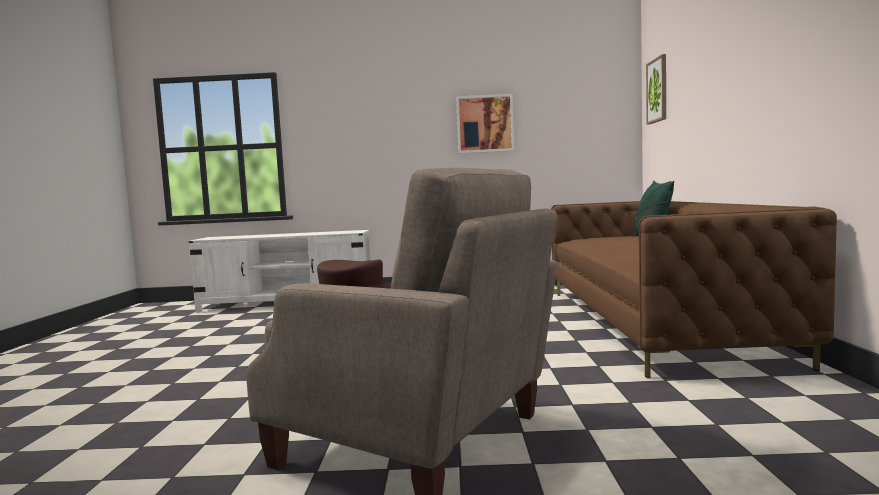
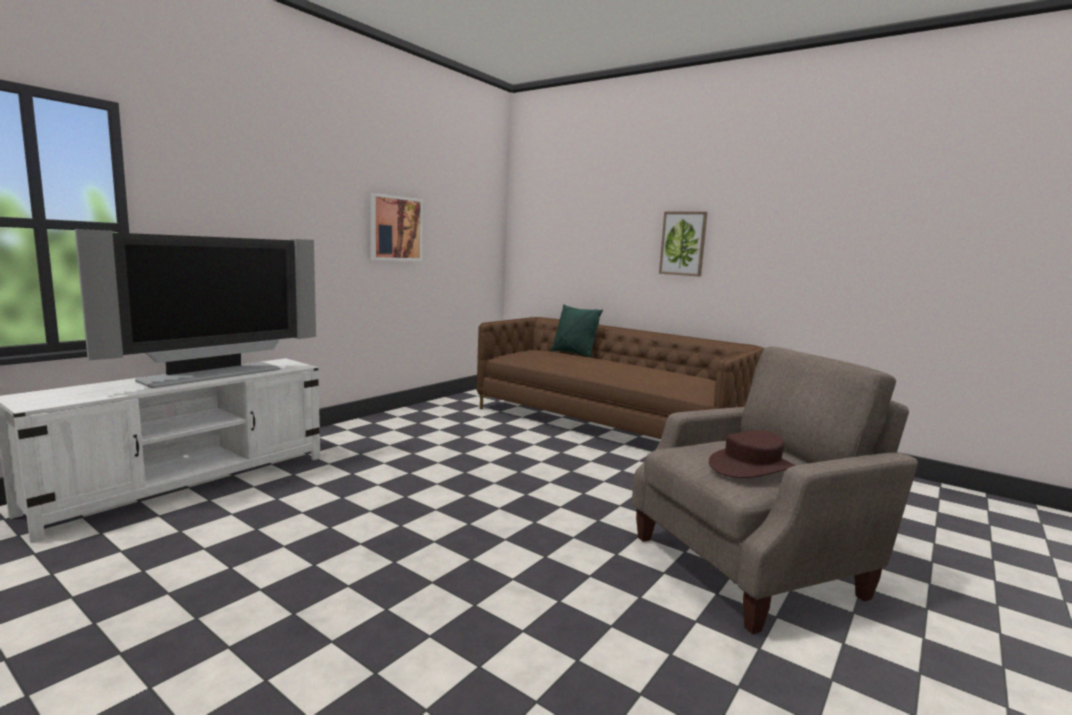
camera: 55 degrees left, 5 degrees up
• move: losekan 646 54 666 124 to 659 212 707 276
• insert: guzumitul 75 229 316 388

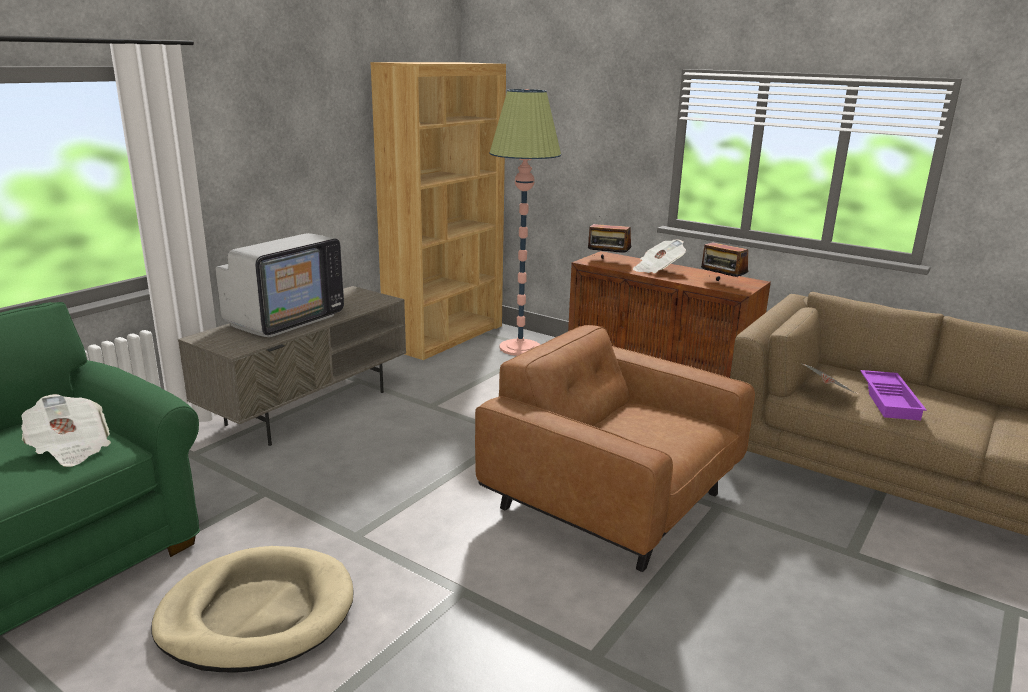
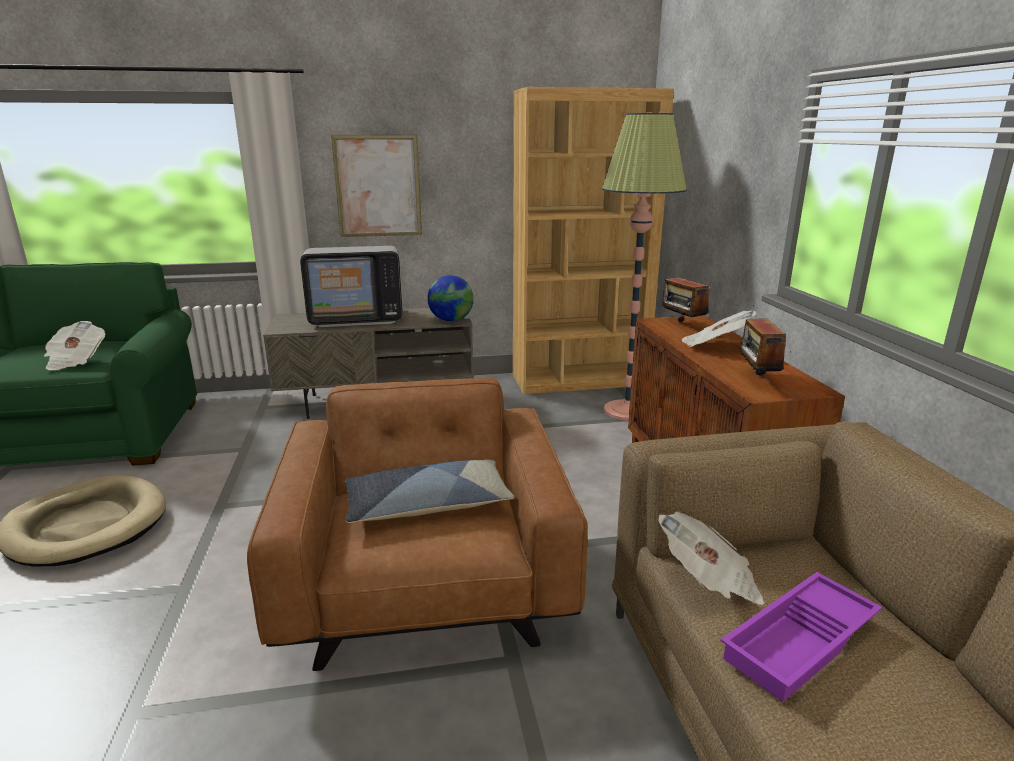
camera: 45 degrees right, 0 degrees up
• insert: losekan 331 135 422 237
• insert: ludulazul 345 459 514 523
• insert: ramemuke 427 275 474 322

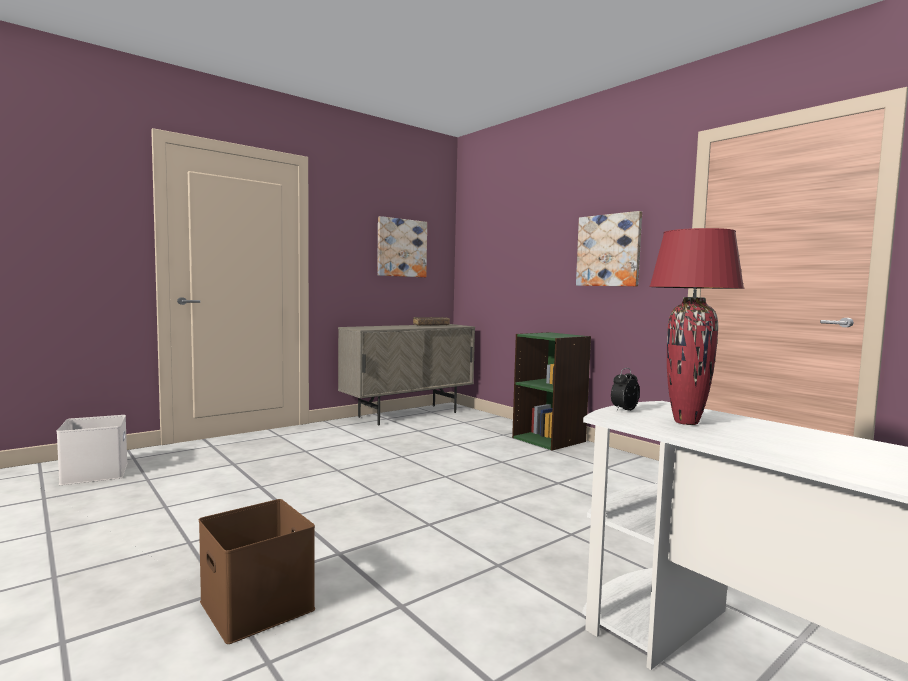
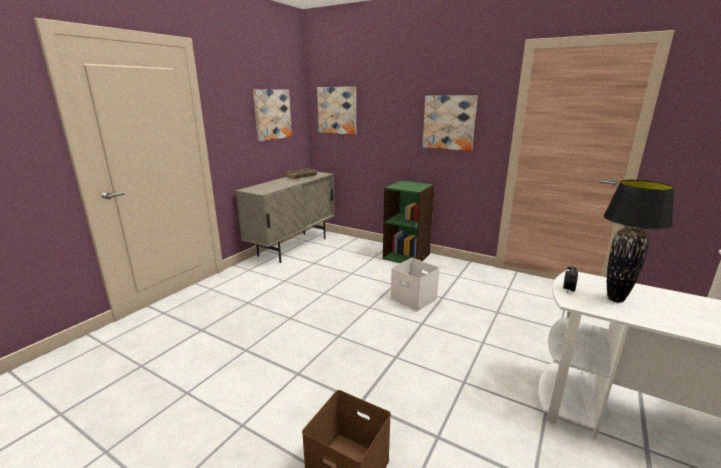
camera: 20 degrees left, 15 degrees up
• move: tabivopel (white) 56 415 128 485 to 390 258 440 312
• recolor: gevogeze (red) 649 228 744 425 to gevogeze (black) 604 180 674 303
• insert: losekan 317 87 356 135

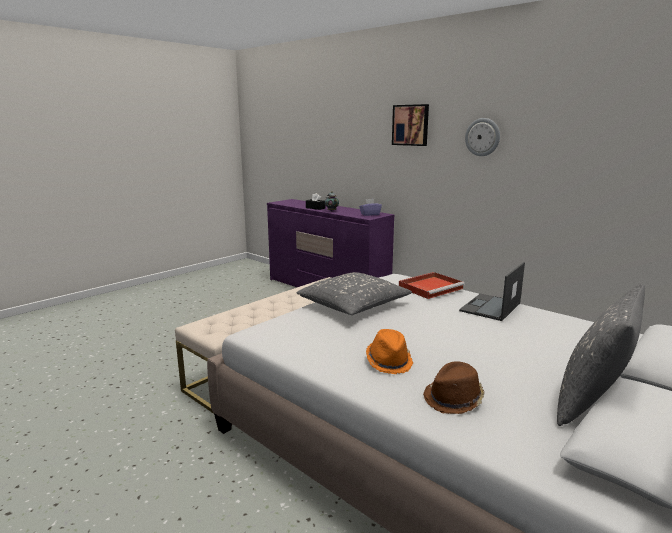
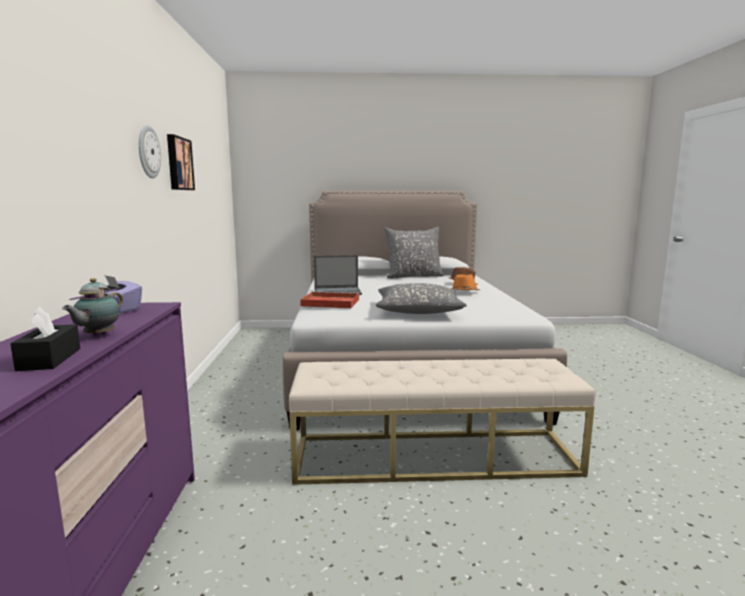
camera: 135 degrees left, 5 degrees down
• move: losekan 392 104 429 146 to 167 134 195 190

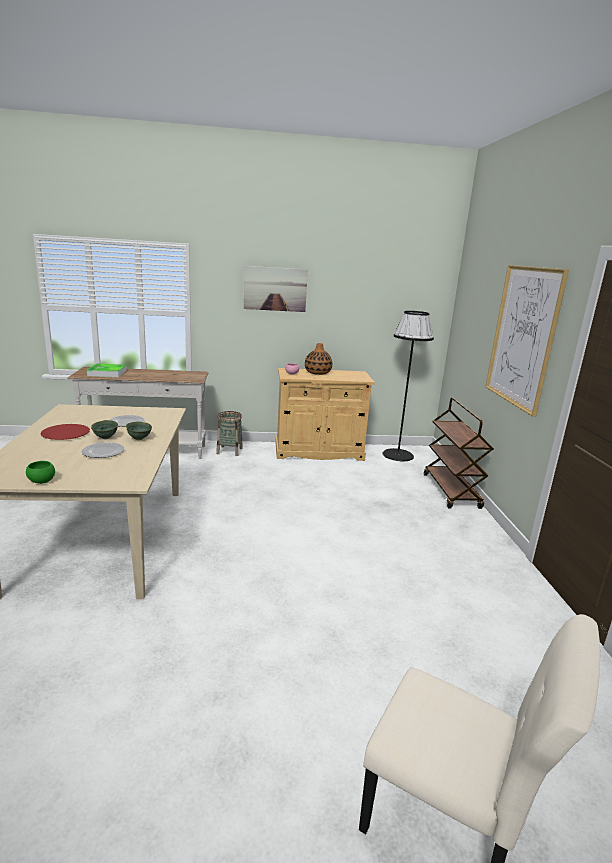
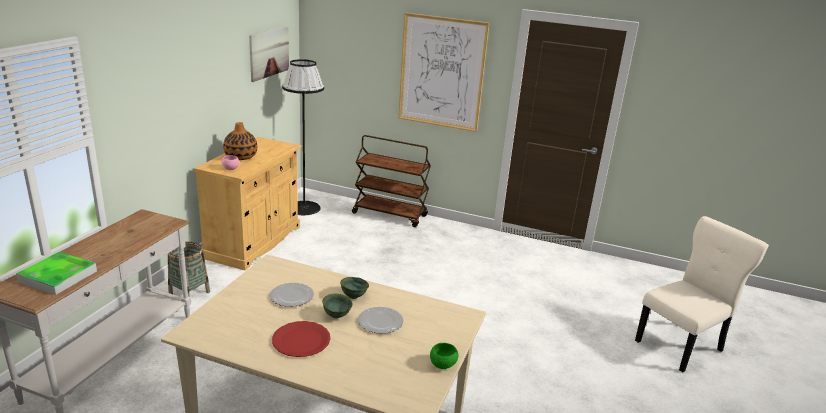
camera: 65 degrees left, 5 degrees up
• move: losekan 244 266 308 312 to 249 27 289 82

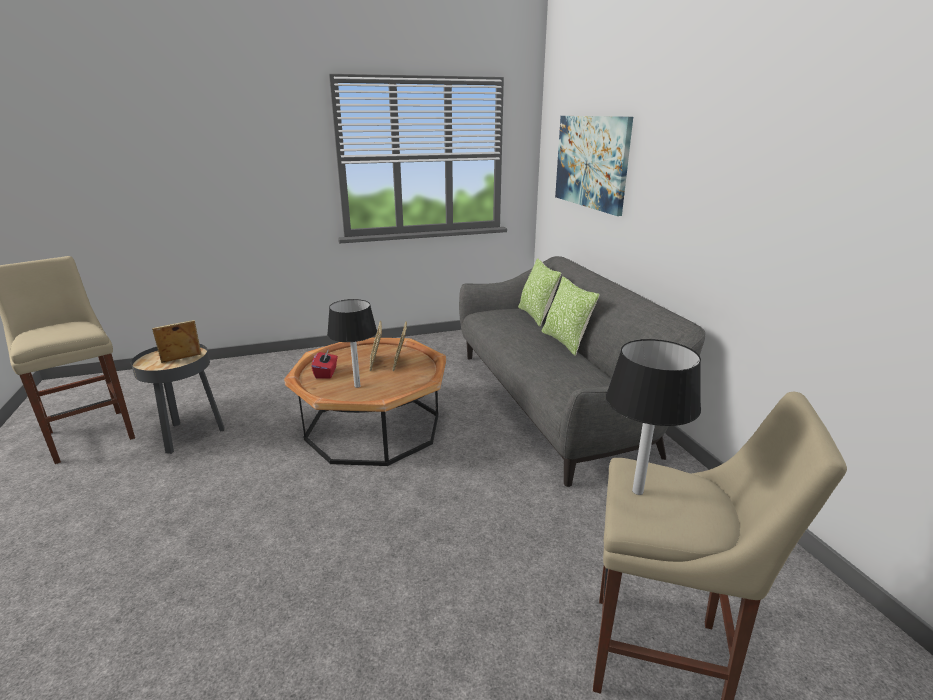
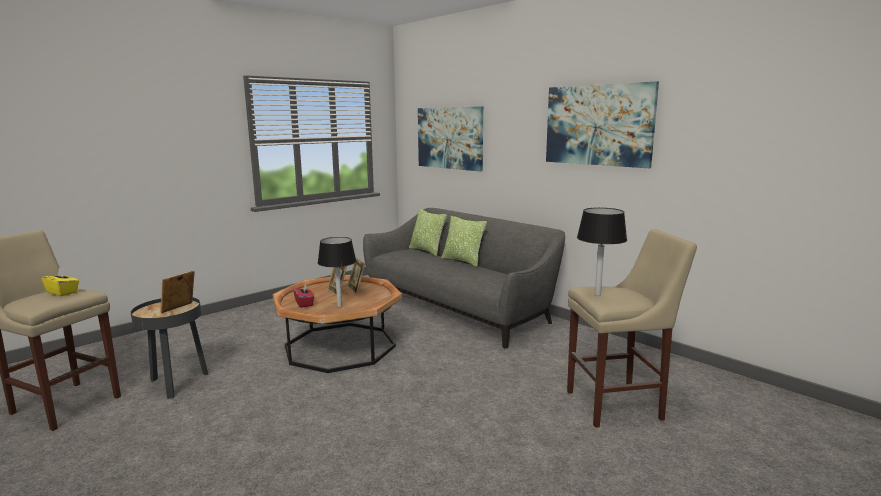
camera: 25 degrees left, 10 degrees down
• insert: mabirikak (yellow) 41 268 79 296
• insert: losekan 546 81 659 168

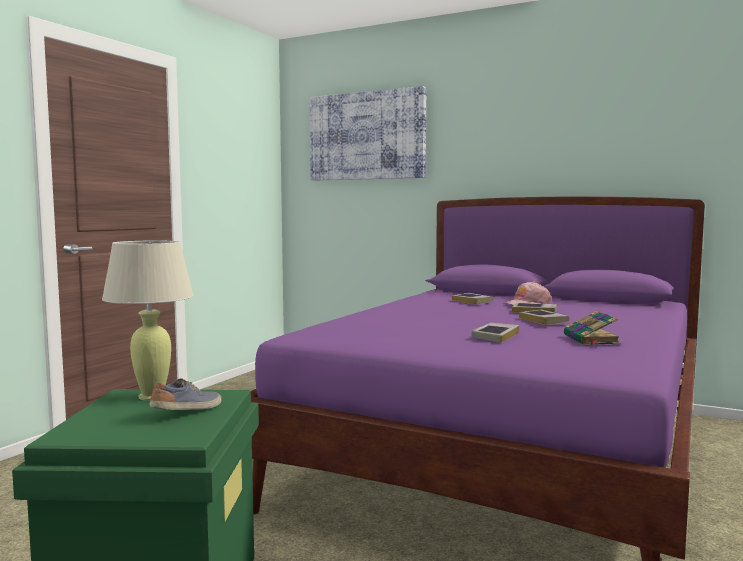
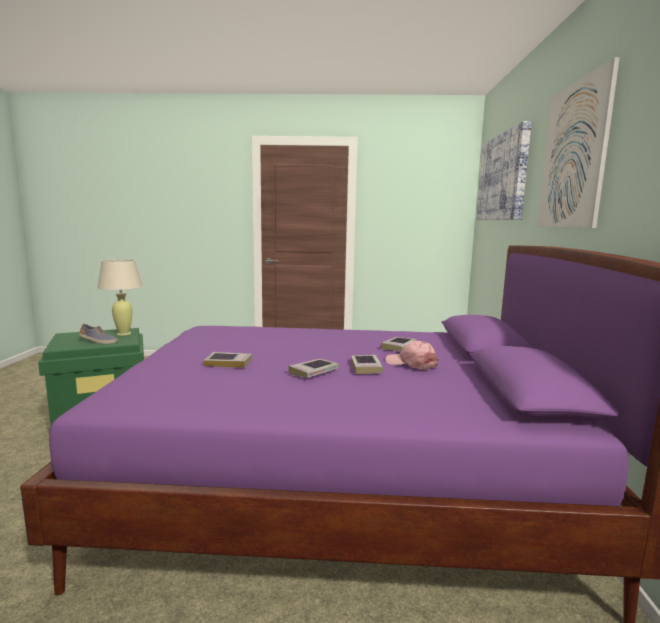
camera: 65 degrees right, 5 degrees up
• delete: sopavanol 564 311 621 345
• insert: losekan 538 57 620 228

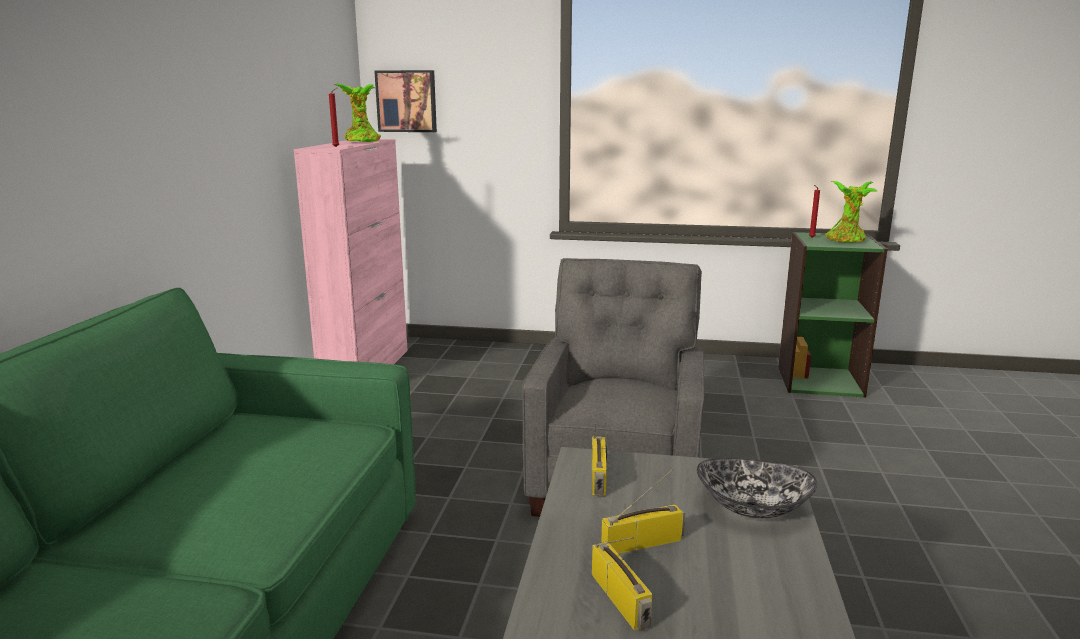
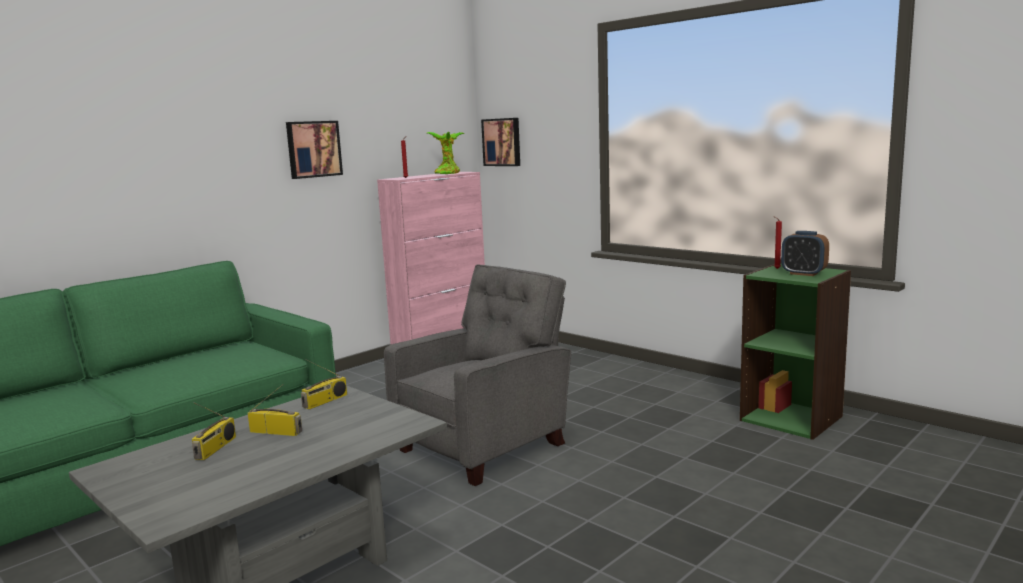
camera: 35 degrees right, 5 degrees down
• delete: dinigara 697 458 817 518
• replace: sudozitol 825 181 877 243 to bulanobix 781 231 829 276
• insert: losekan 286 121 343 179

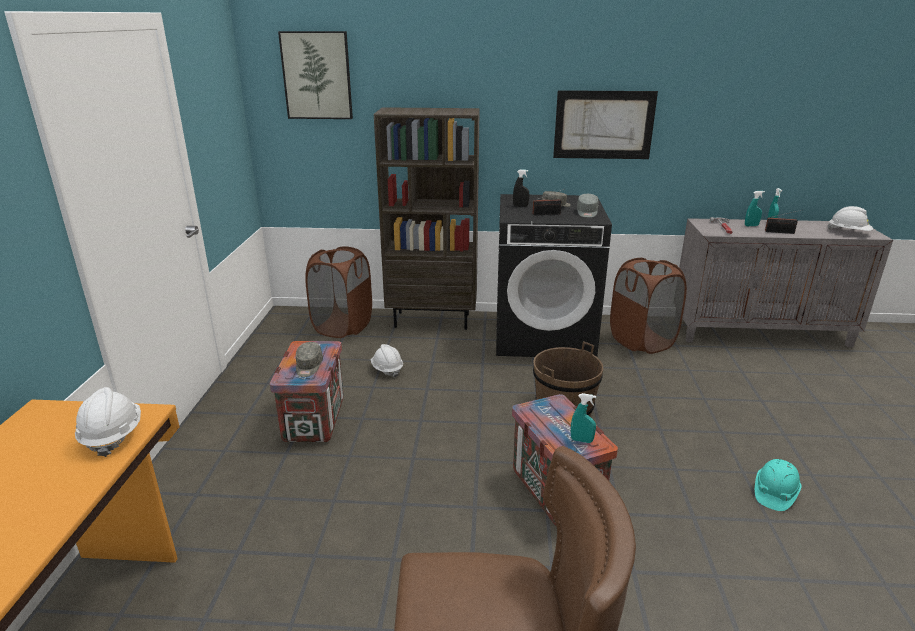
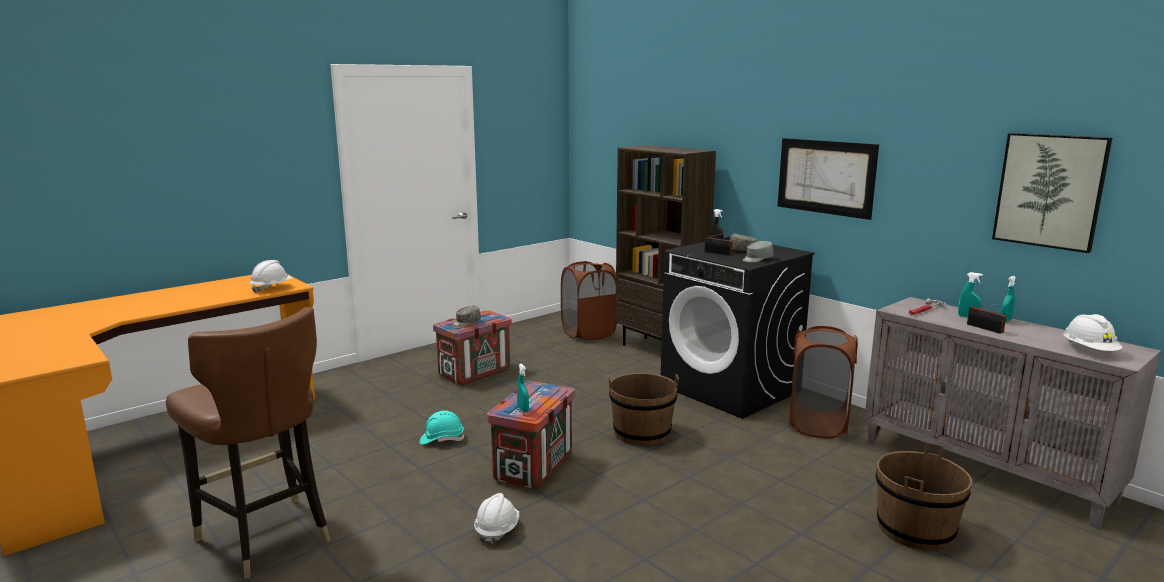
camera: 45 degrees right, 10 degrees down
• move: losekan 278 31 353 119 to 992 133 1112 253
• move: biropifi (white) 371 344 403 378 to 474 493 519 545
• move: biropifi (turquoise) 755 459 802 511 to 420 411 464 445
• insert: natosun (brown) 876 442 972 550

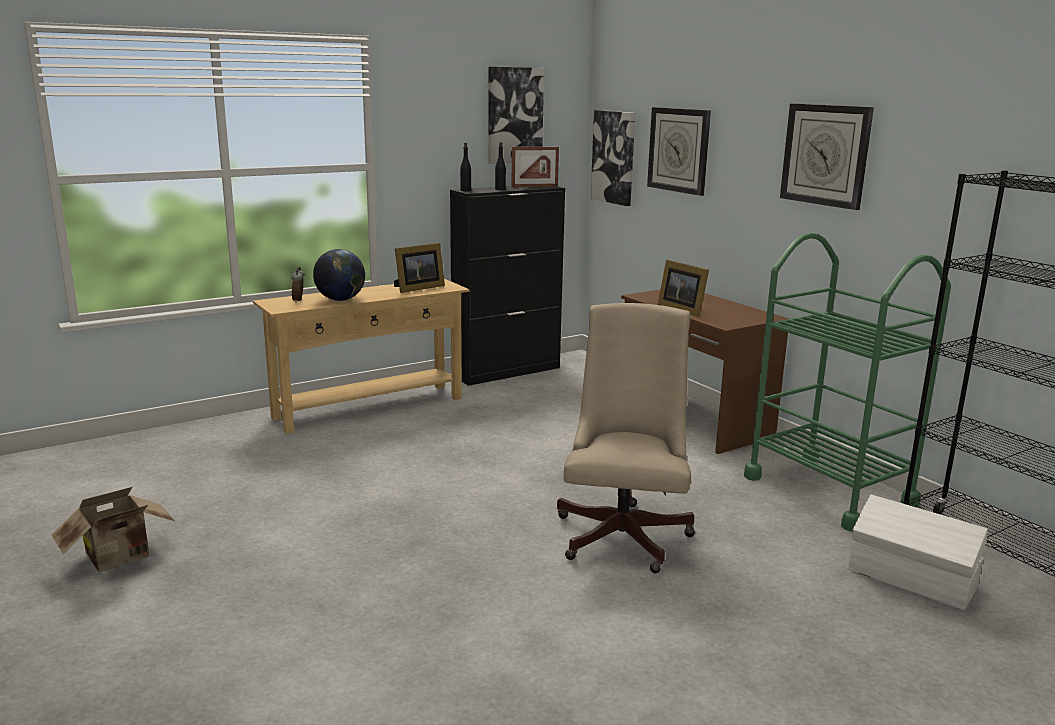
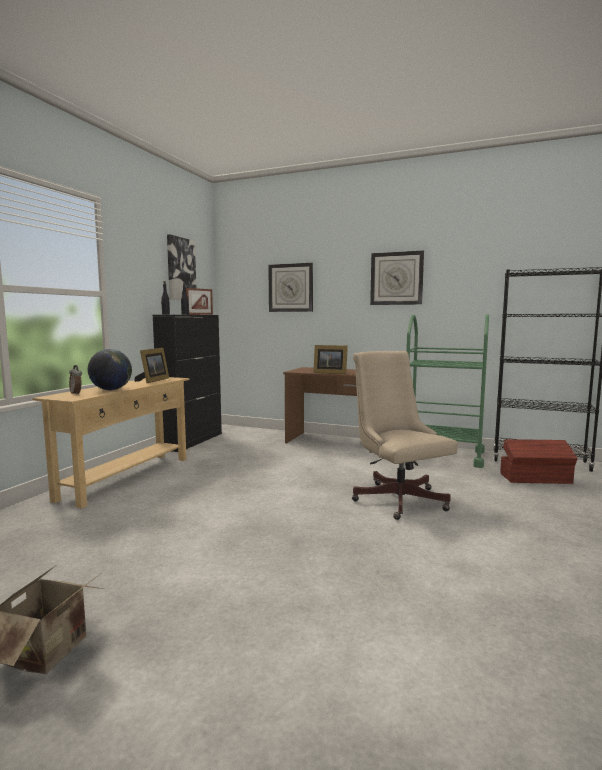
camera: 35 degrees left, 10 degrees down
• delete: losekan 591 110 635 206
• recolor: tabivopel (white) 849 494 988 610 to tabivopel (brown) 500 439 578 484

